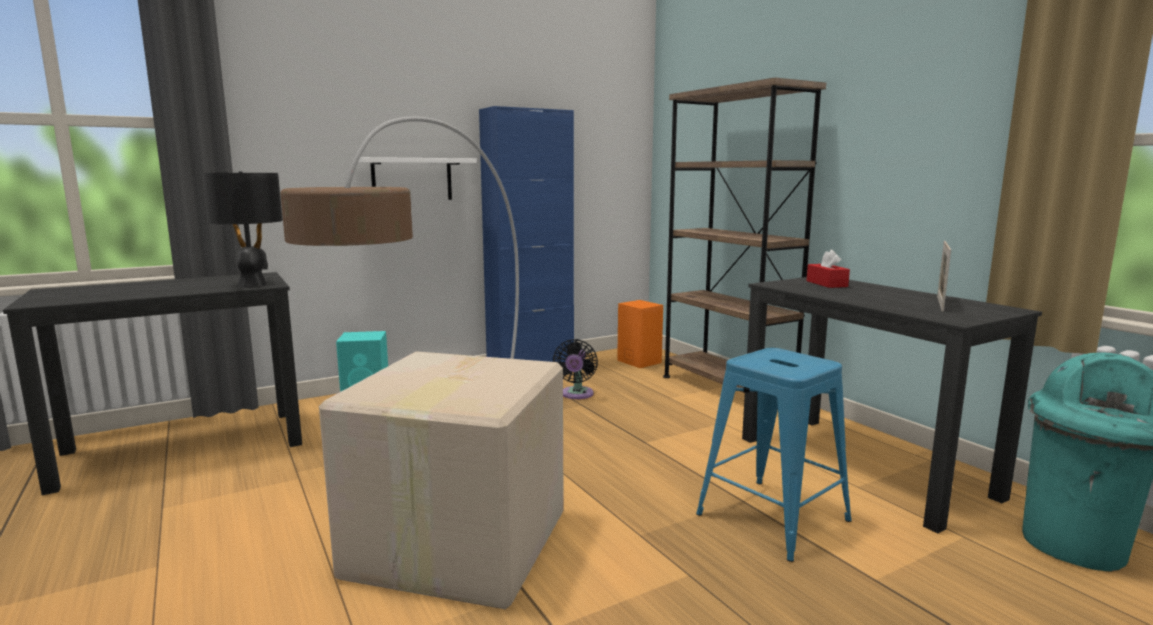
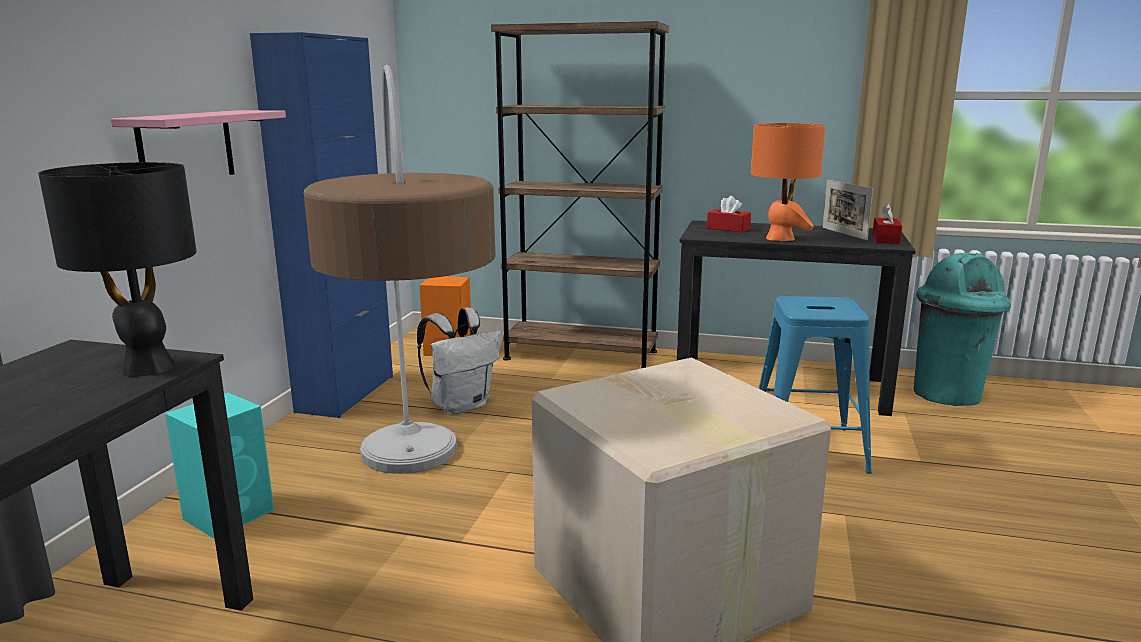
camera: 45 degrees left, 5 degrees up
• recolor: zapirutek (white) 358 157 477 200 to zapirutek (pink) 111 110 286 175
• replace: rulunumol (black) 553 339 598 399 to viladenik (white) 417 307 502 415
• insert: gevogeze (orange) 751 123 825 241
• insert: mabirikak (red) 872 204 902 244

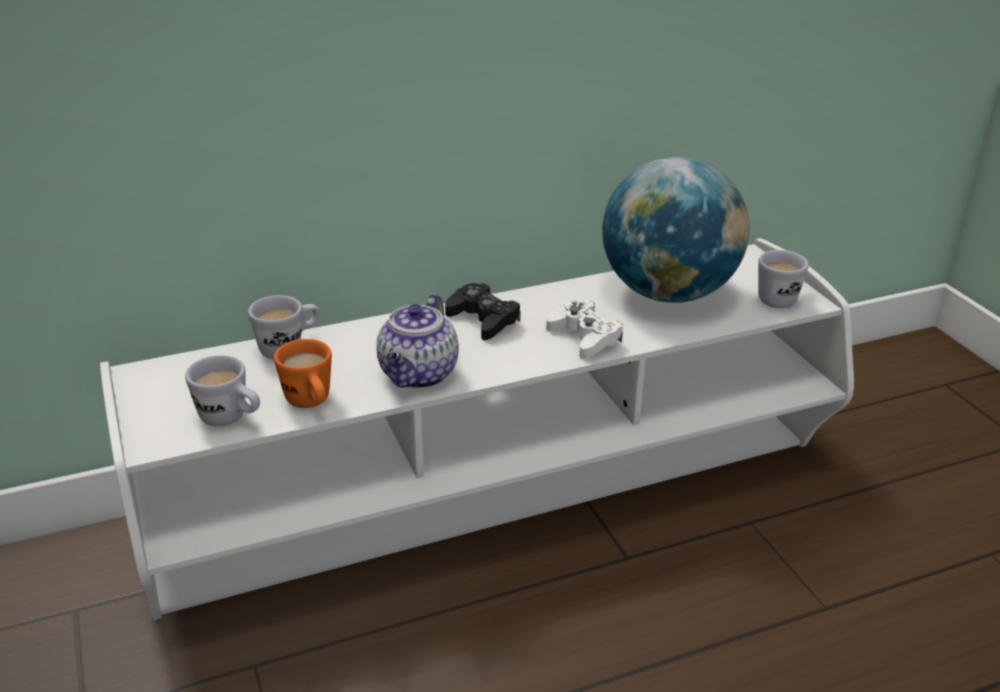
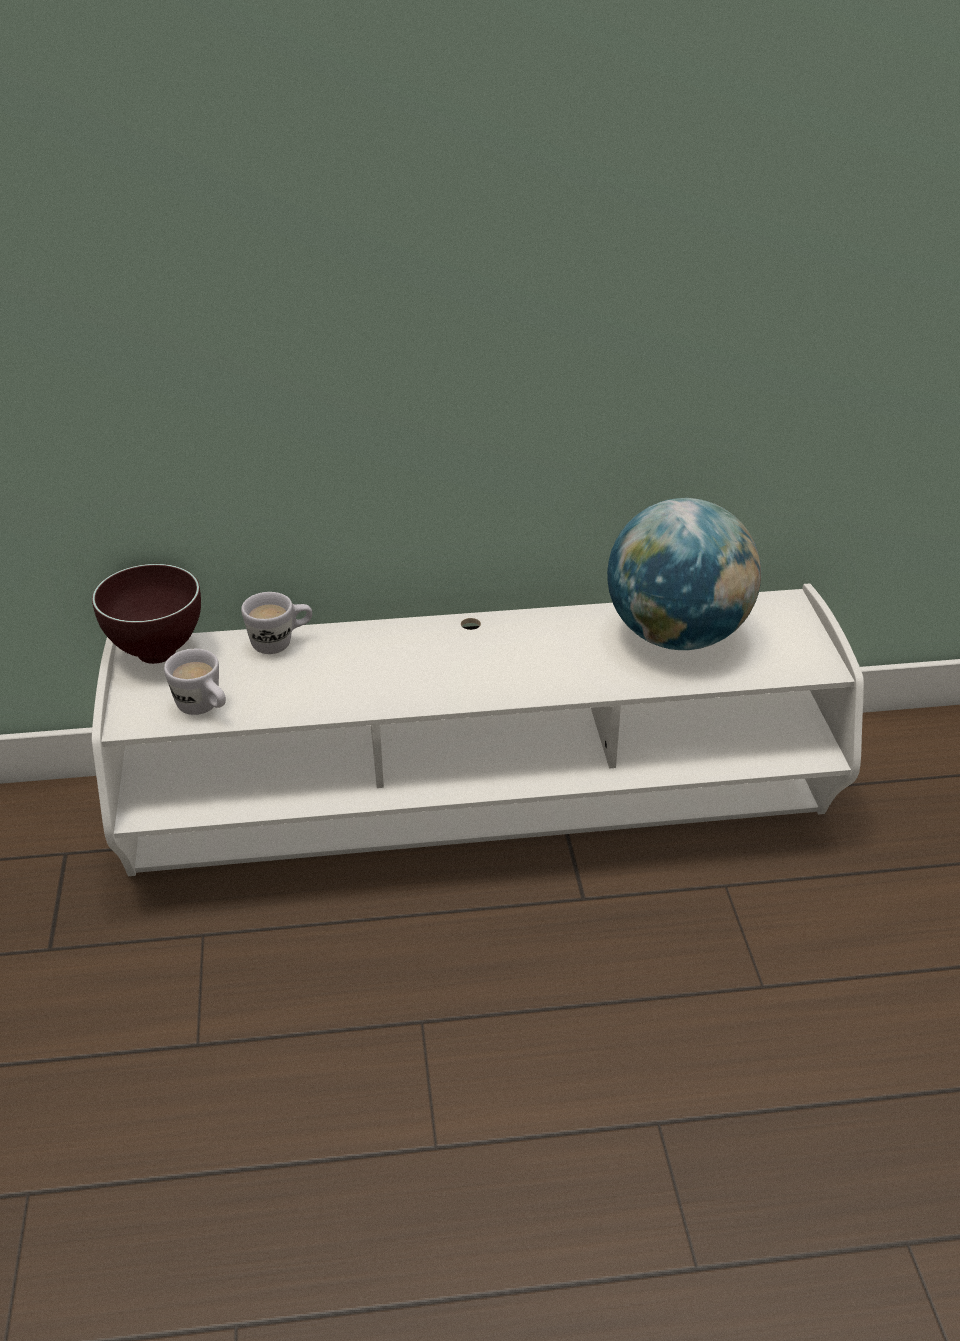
camera: 15 degrees right, 5 degrees up
• delete: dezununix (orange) 274 339 332 408
• delete: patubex 376 294 459 388
• delete: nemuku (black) 445 283 521 340
• delete: nemuku (white) 546 299 623 359
• delete: dezununix (white) 758 250 808 308
• insert: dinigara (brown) 92 564 201 664

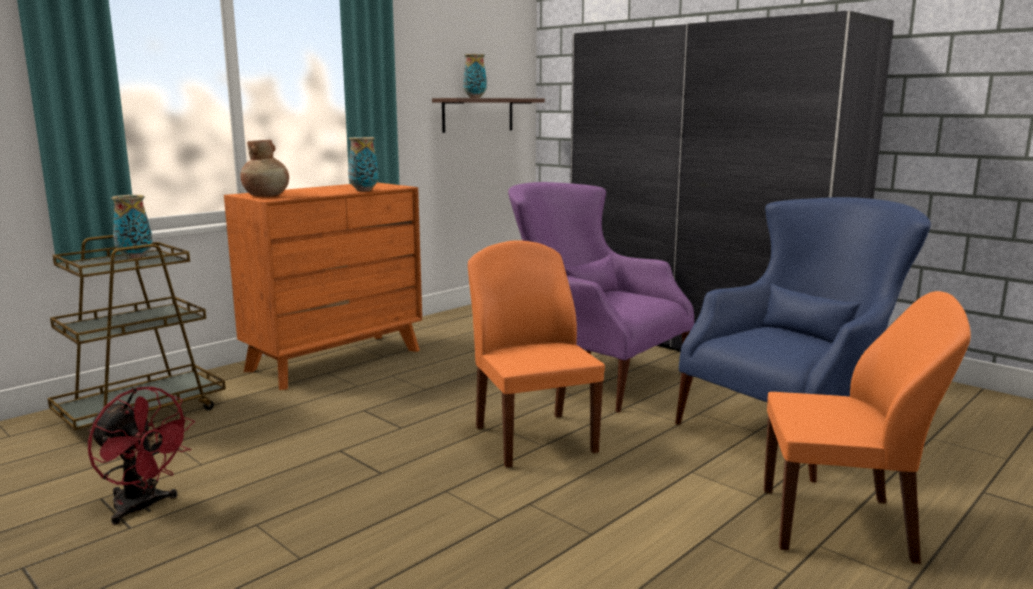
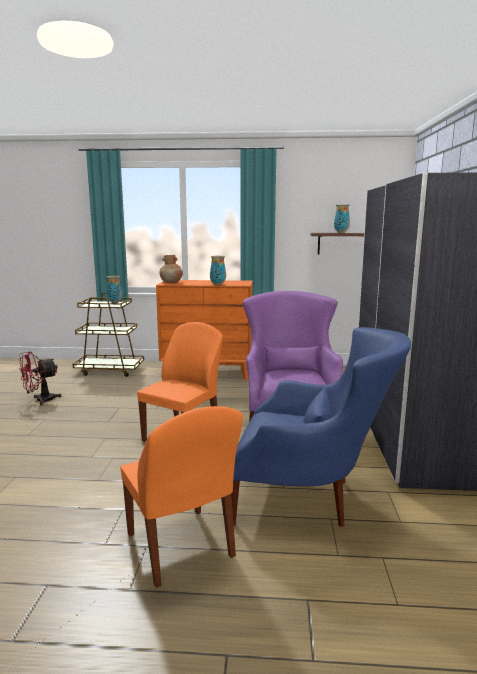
camera: 50 degrees right, 0 degrees up
• rotate: rulunumol (red) 88 387 195 525 = 18 351 61 406 60 degrees clockwise

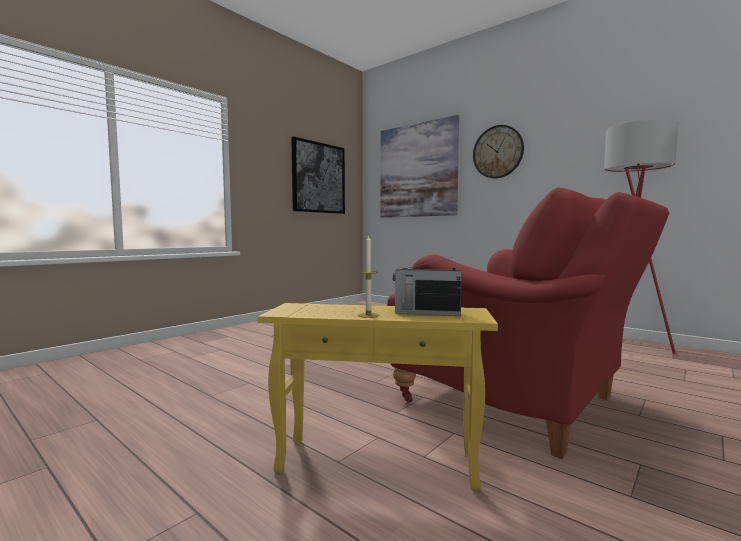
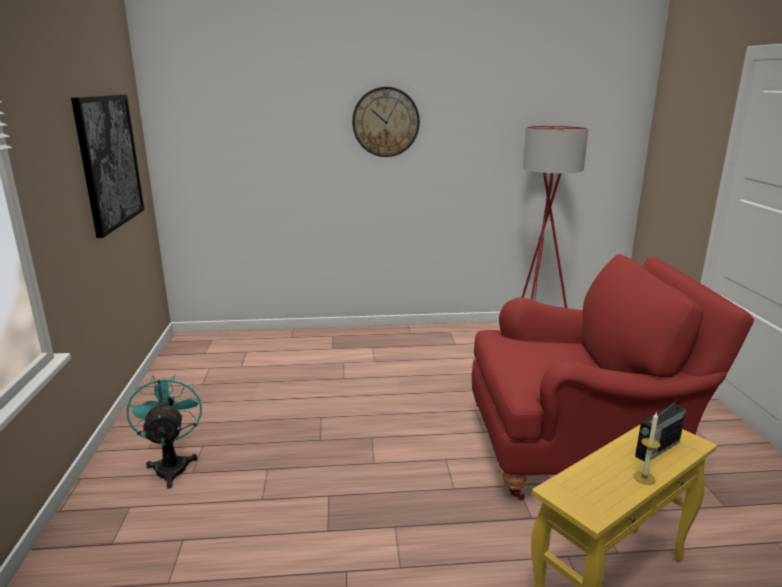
camera: 45 degrees left, 15 degrees up
• delete: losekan 381 115 459 218
• insert: rulunumol (turquoise) 127 374 202 489

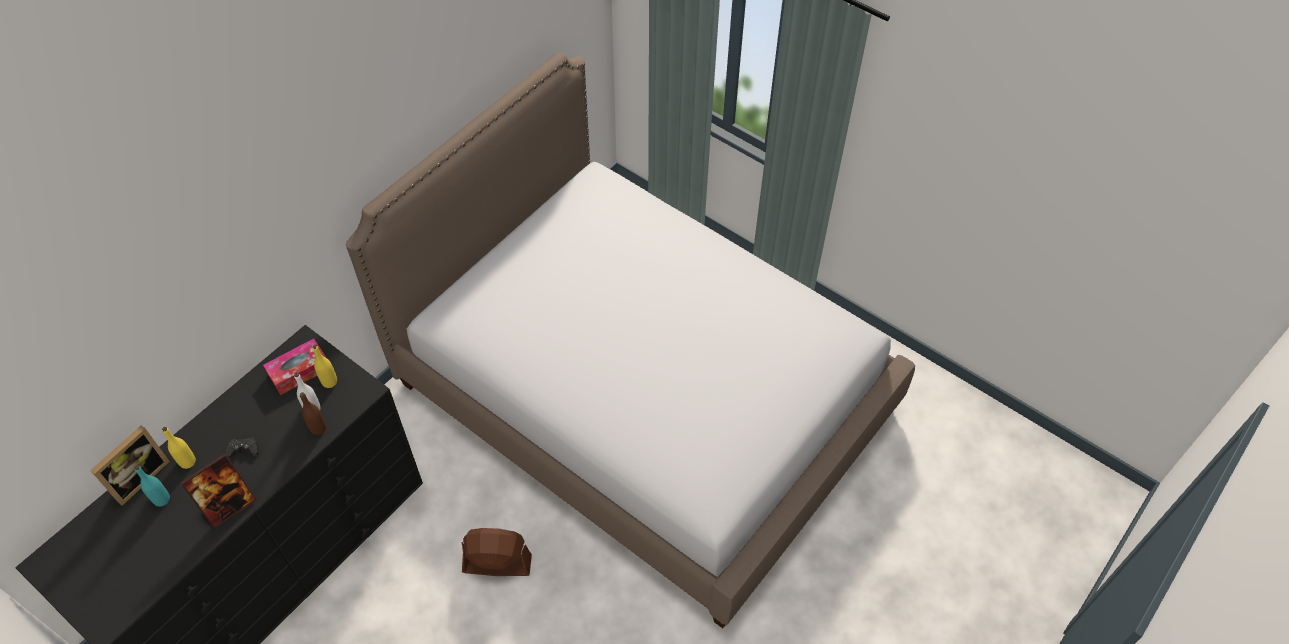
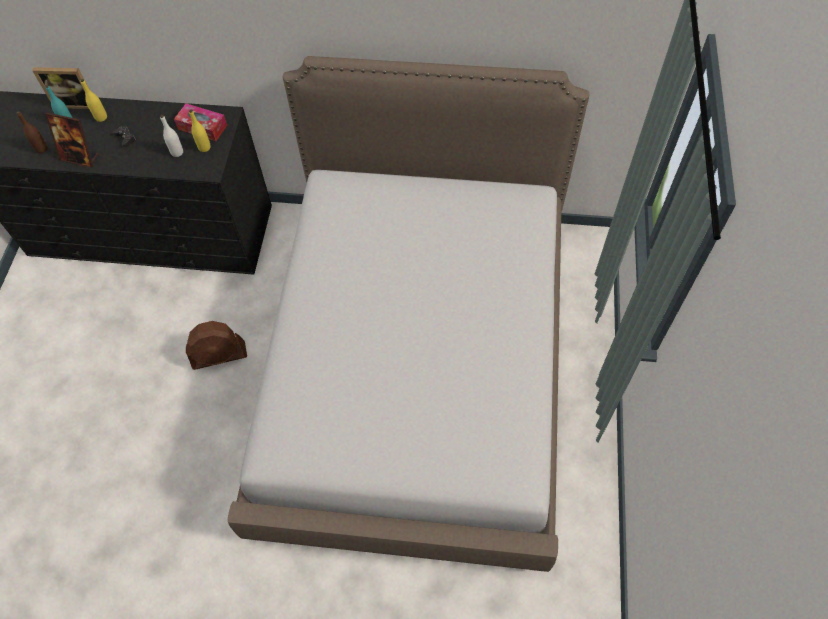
camera: 60 degrees right, 5 degrees up
• move: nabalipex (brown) 300 392 326 435 to 17 111 48 153
• rotate: rulunumol (brown) 462 528 532 576 = 186 321 247 370 105 degrees clockwise

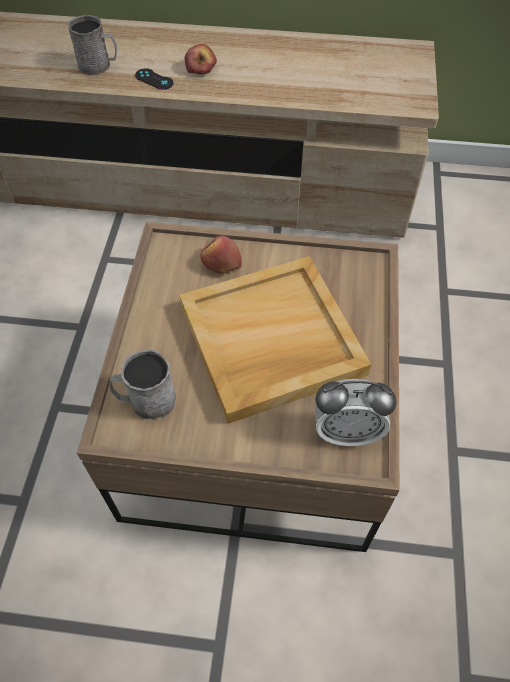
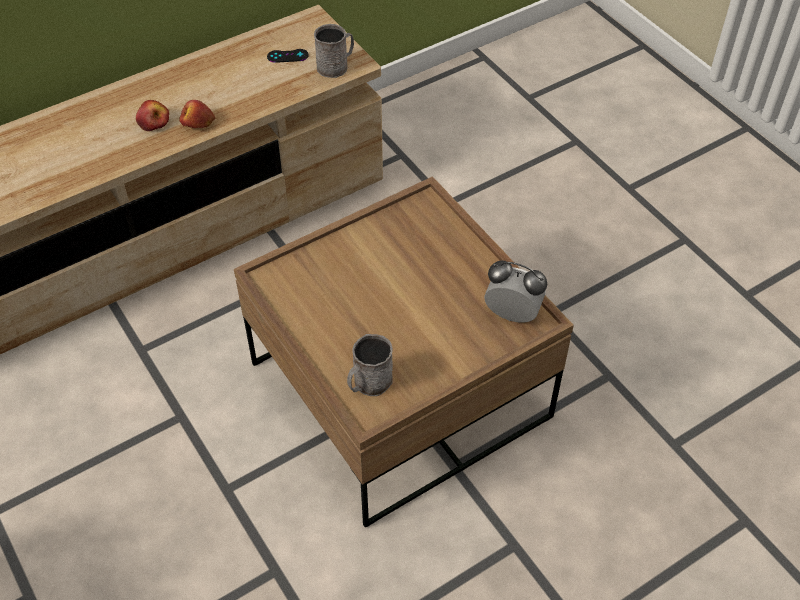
camera: 40 degrees left, 5 degrees down
• move: dezununix (grey) 68 15 117 75 to 314 24 354 78
• move: nemuku (black) 135 68 173 90 to 267 49 309 63
• delete: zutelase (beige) 179 256 372 424
• move: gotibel 200 235 242 274 to 179 100 215 128
• rotate: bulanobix 315 379 397 446 = 484 260 547 323 120 degrees counterclockwise

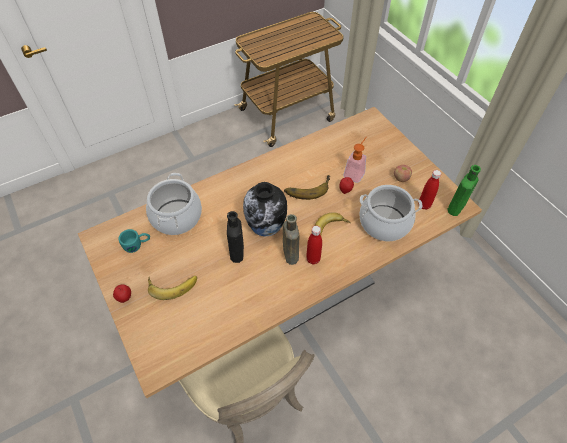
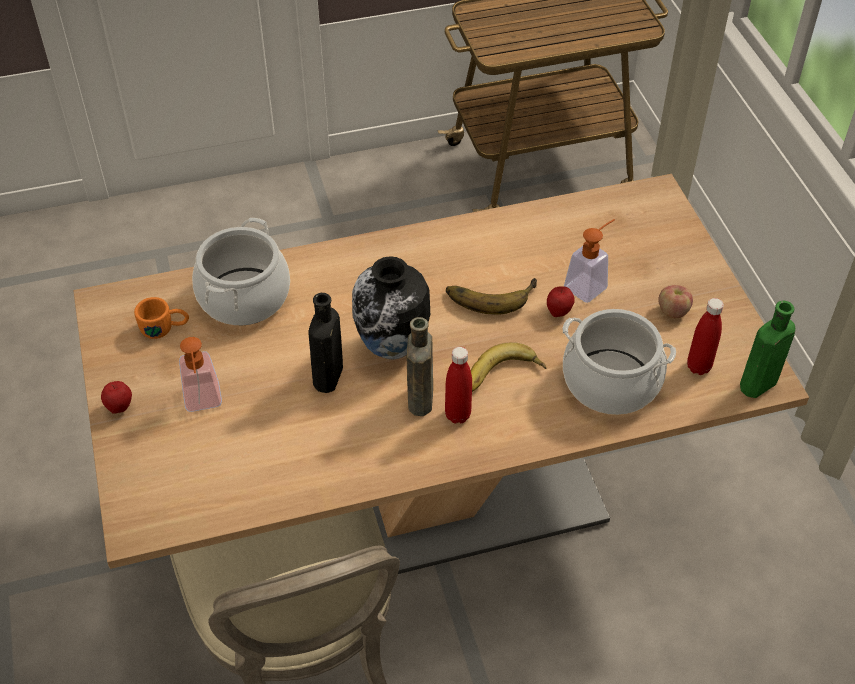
camera: 15 degrees right, 5 degrees down
• recolor: dezununix (turquoise) 118 229 150 253 to dezununix (orange) 134 297 189 339
• replace: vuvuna 148 276 197 300 to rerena 179 337 222 412

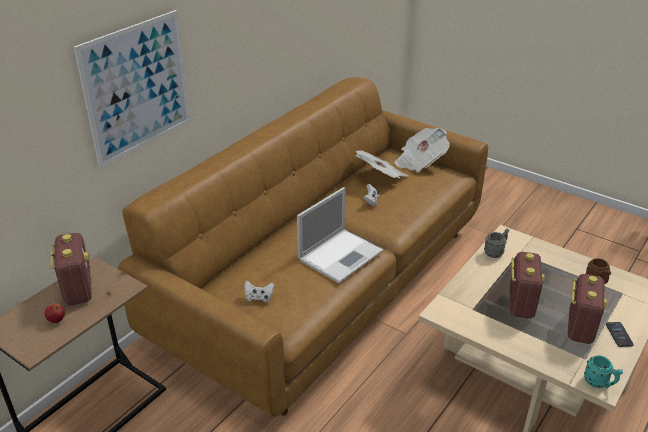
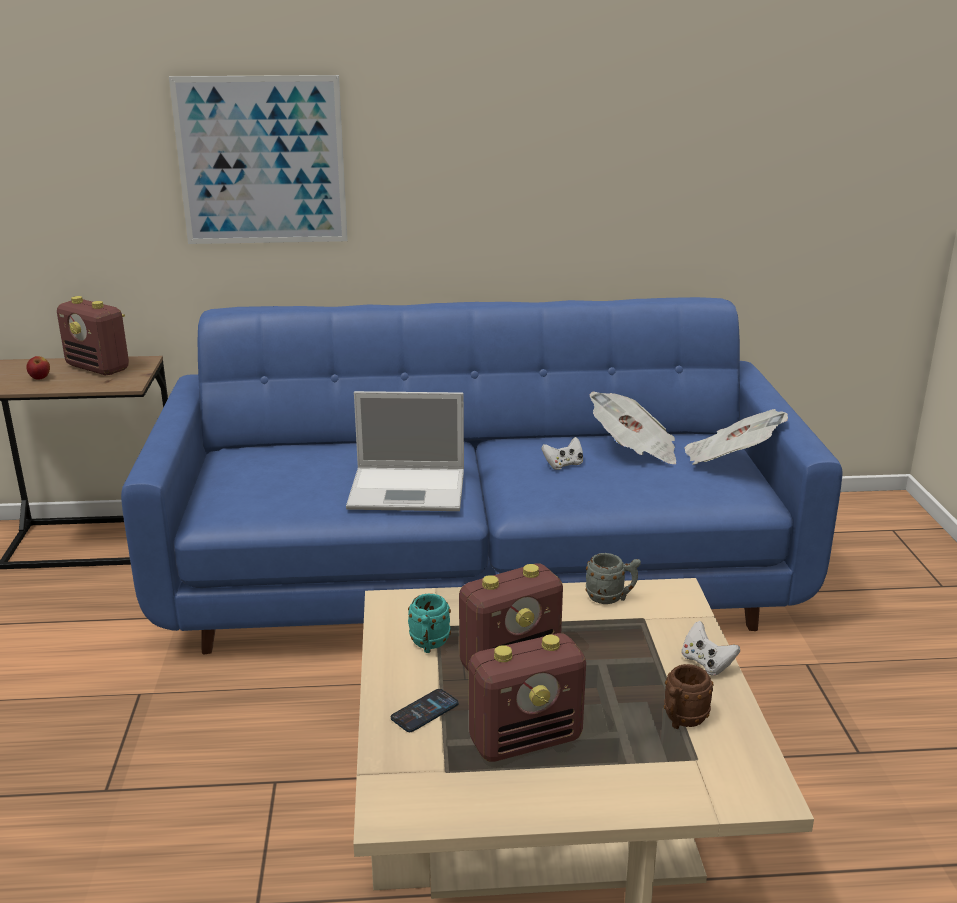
camera: 50 degrees right, 10 degrees down
• rotate: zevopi 50 233 92 305 = 57 296 129 376 90 degrees clockwise
• recolor: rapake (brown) 118 77 488 417 to rapake (blue) 121 297 842 654
• move: nemuku (white) 244 281 274 302 to 682 621 740 676
• move: dezununix (turquoise) 584 355 623 389 to 408 593 451 653
• move: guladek 606 322 634 347 to 391 689 459 732

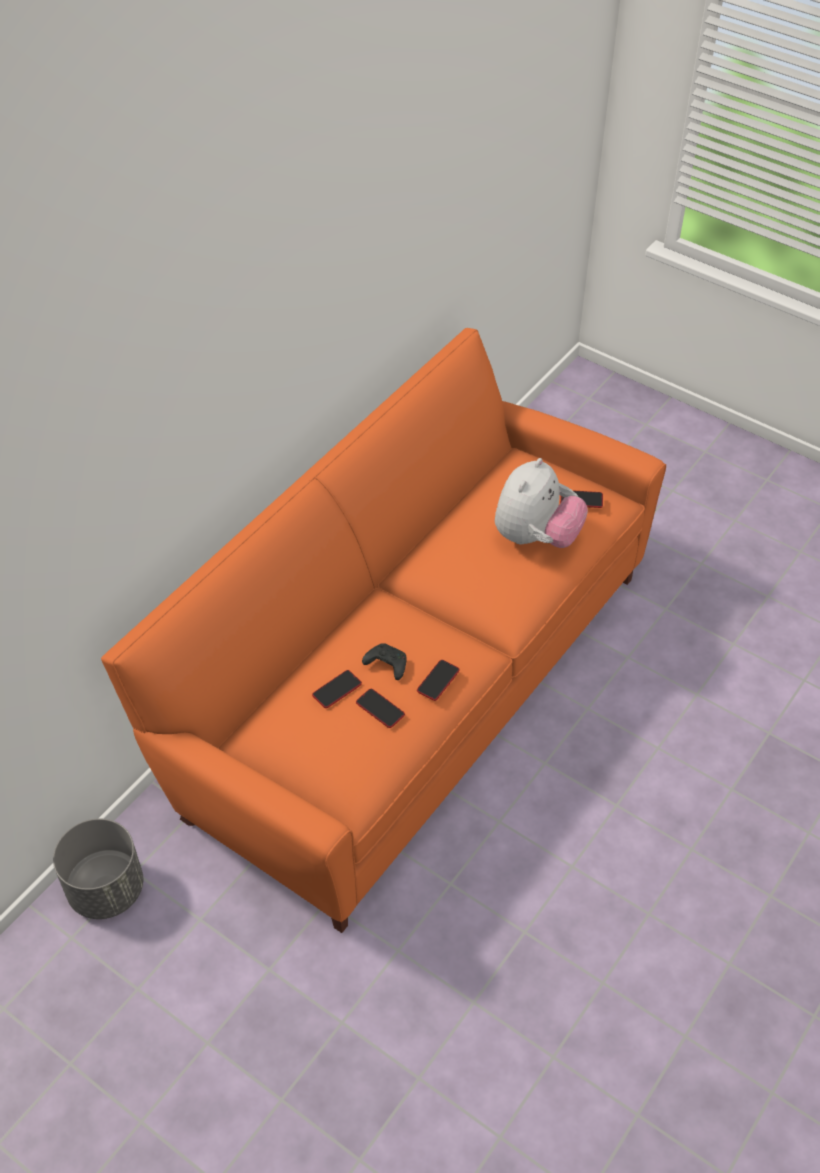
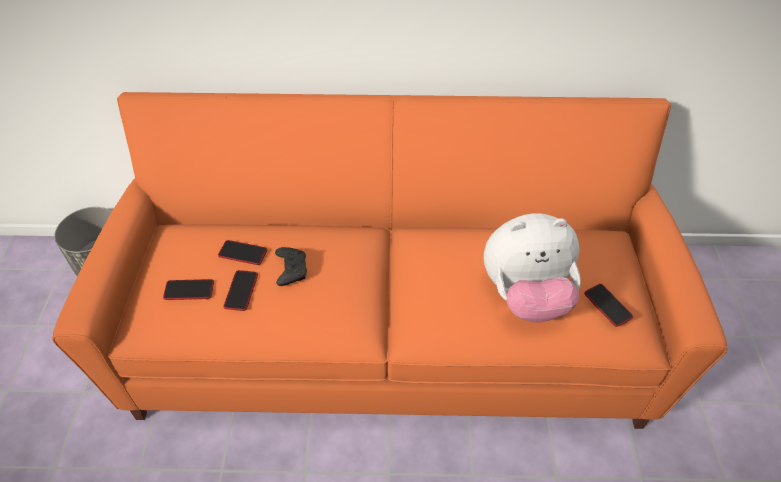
camera: 55 degrees right, 0 degrees up
• move: guladek 417 660 460 701 to 163 279 214 300

